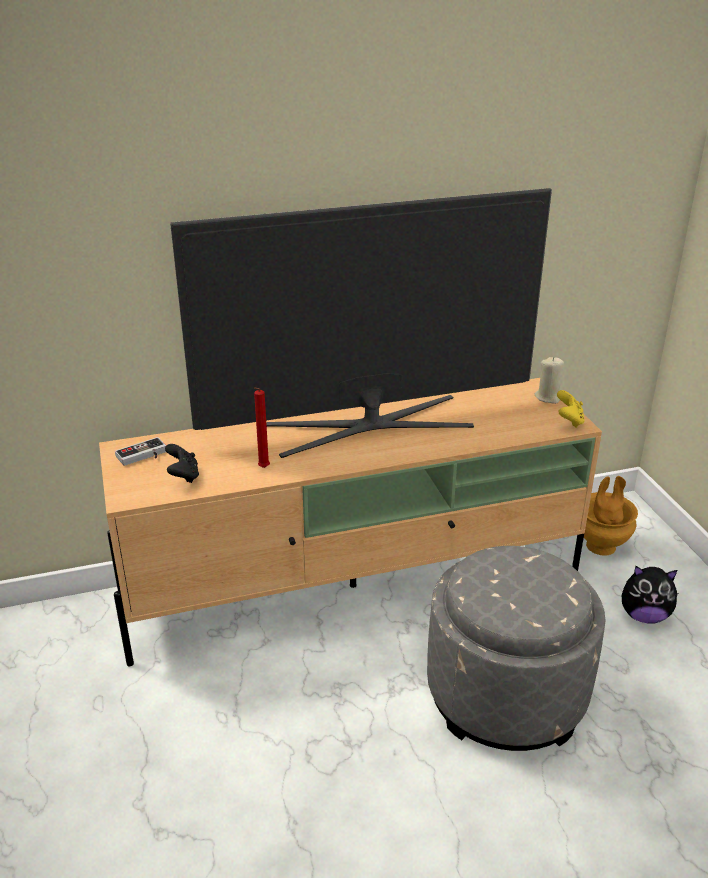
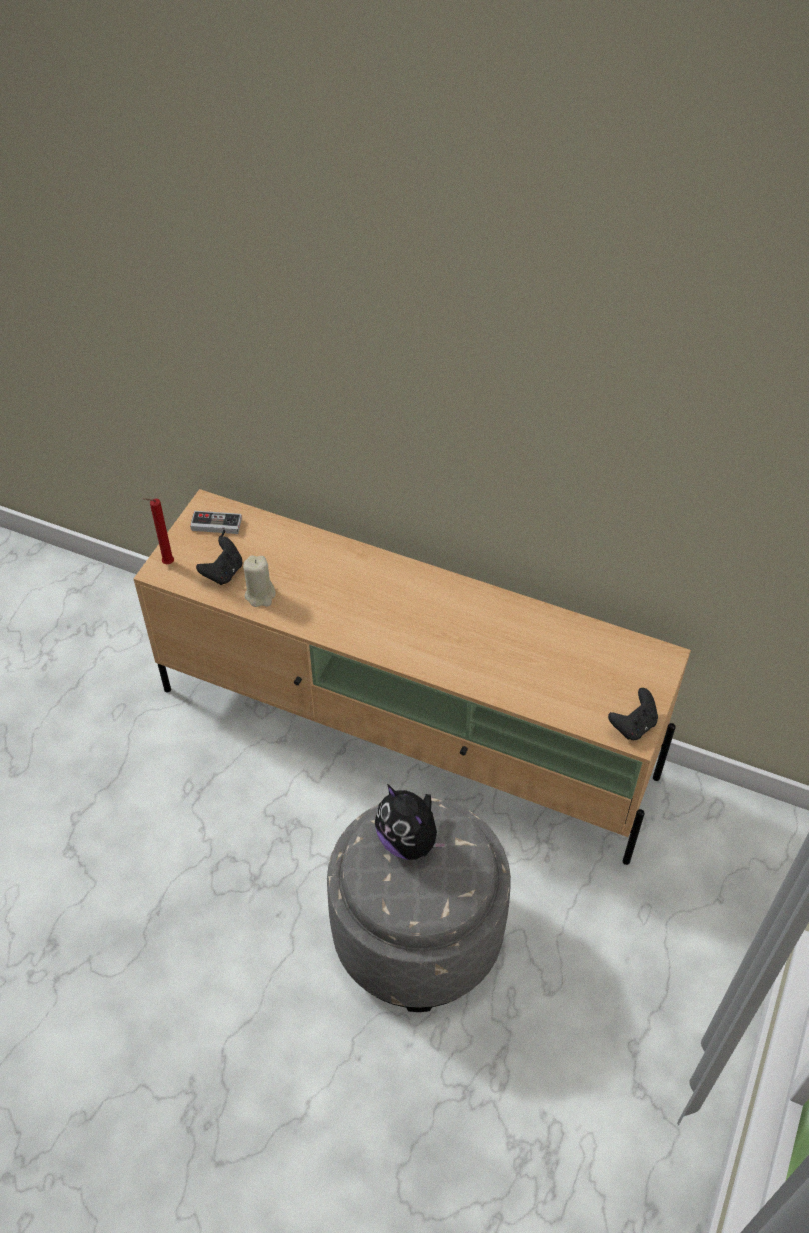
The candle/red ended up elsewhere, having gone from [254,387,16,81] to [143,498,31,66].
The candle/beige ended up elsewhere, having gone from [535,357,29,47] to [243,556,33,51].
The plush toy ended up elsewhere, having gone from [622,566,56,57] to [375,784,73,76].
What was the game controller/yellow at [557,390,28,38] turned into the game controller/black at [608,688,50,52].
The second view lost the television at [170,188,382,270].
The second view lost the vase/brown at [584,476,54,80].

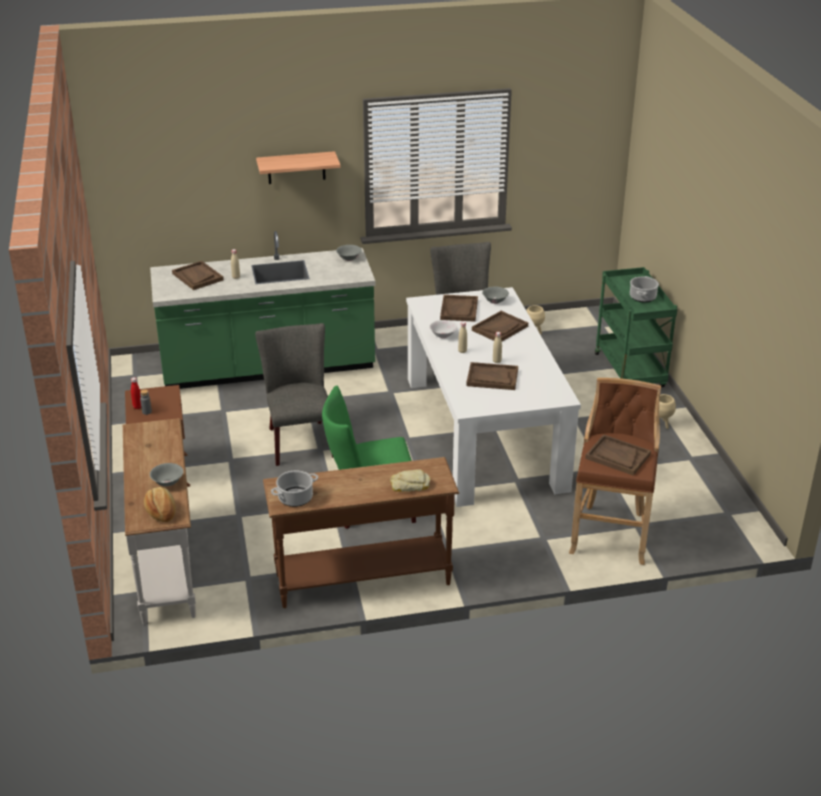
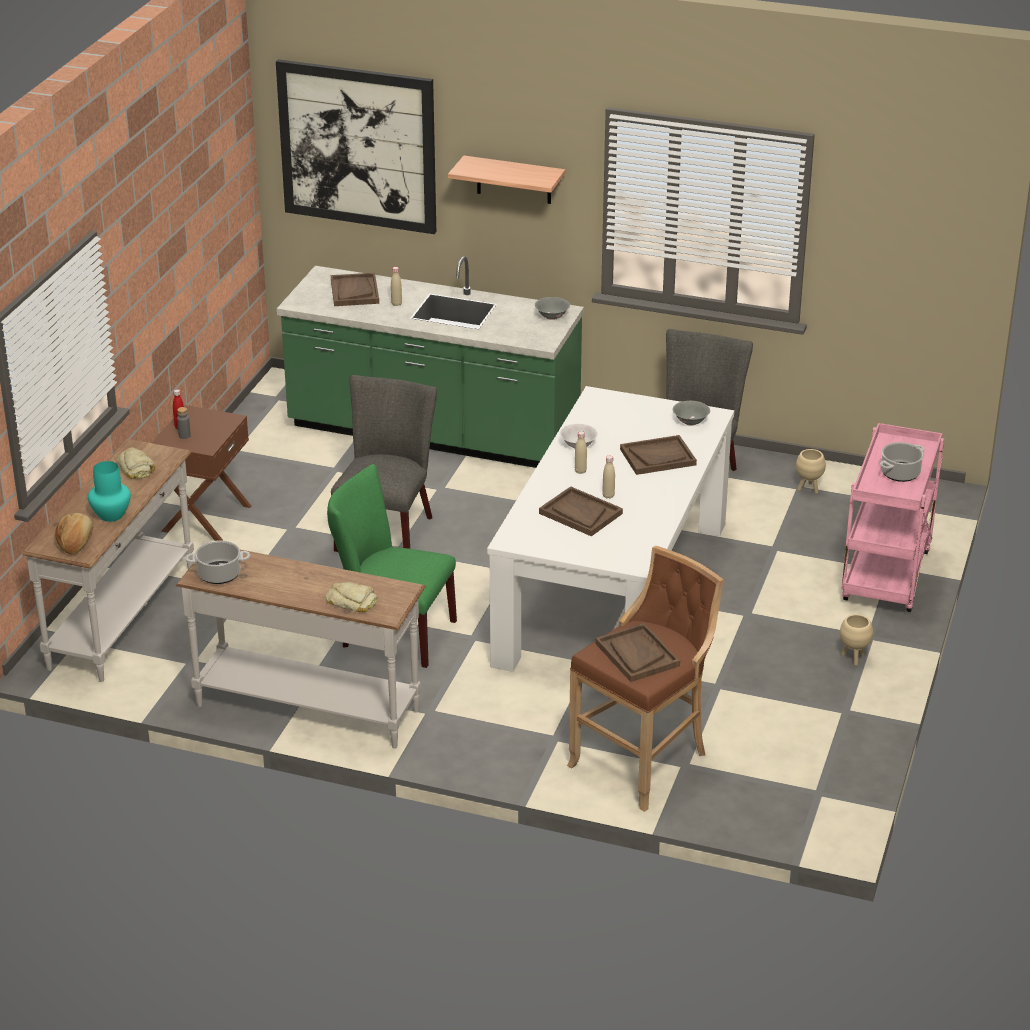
Where the bowl/grey stood at [150,463,34,23], the vase/turquoise came to stand at [88,461,43,61].
The second view gained the bread at [117,447,38,32].
What was the console table/brown at [263,457,196,151] turned into the console table/white at [176,550,250,199].
The second view gained the picture at [276,59,160,175].
What was the cart/green at [595,267,82,120] turned into the cart/pink at [841,423,103,189].
The second view lost the tray/brown at [440,295,38,27].

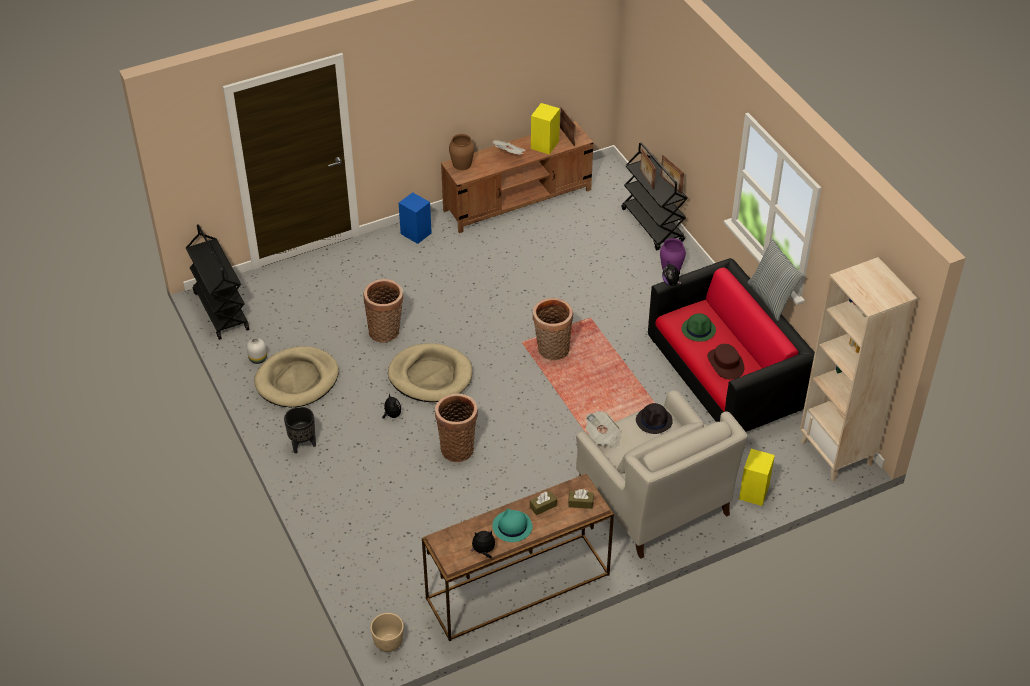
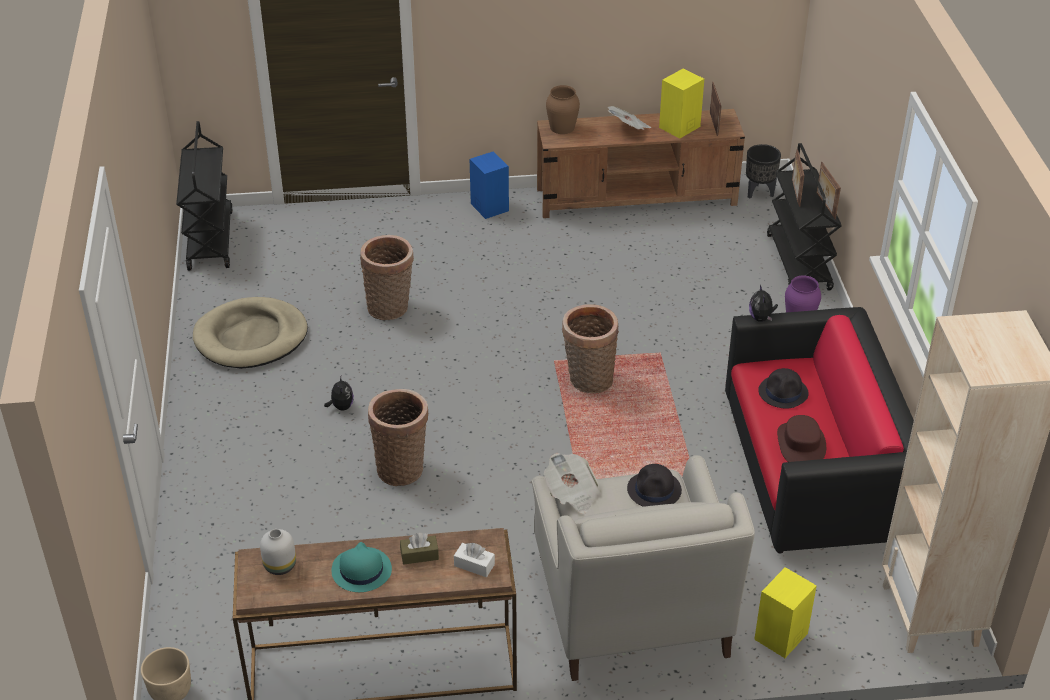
The vase/white ended up elsewhere, having gone from [247,338,20,26] to [260,529,36,46].
What was the tissue box/brown at [568,489,26,20] turned into the tissue box/white at [454,543,41,34].
The planter/black ended up elsewhere, having gone from [284,407,32,47] to [746,144,35,55].
What was the hat/green at [682,313,34,29] turned into the hat/black at [758,368,51,40].
The second view lost the dog bed/beige at [388,343,84,59].
The second view lost the plush toy at [471,531,24,27].
The second view lost the pillow at [747,238,57,83].

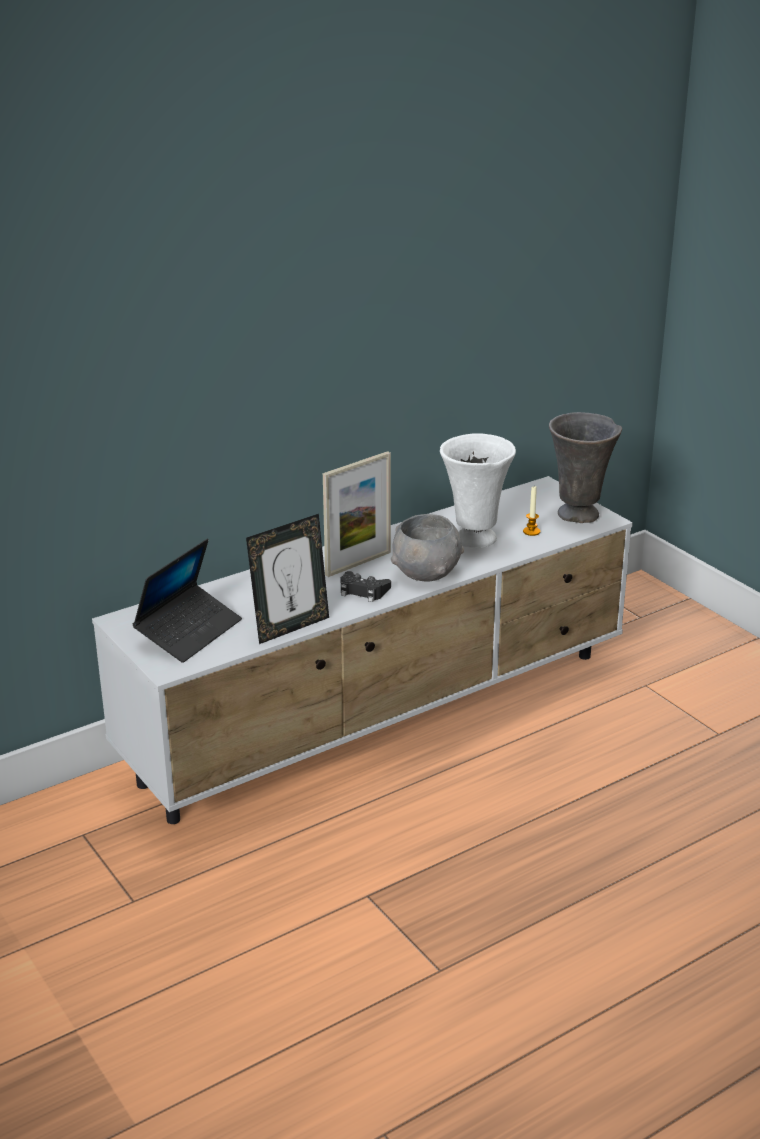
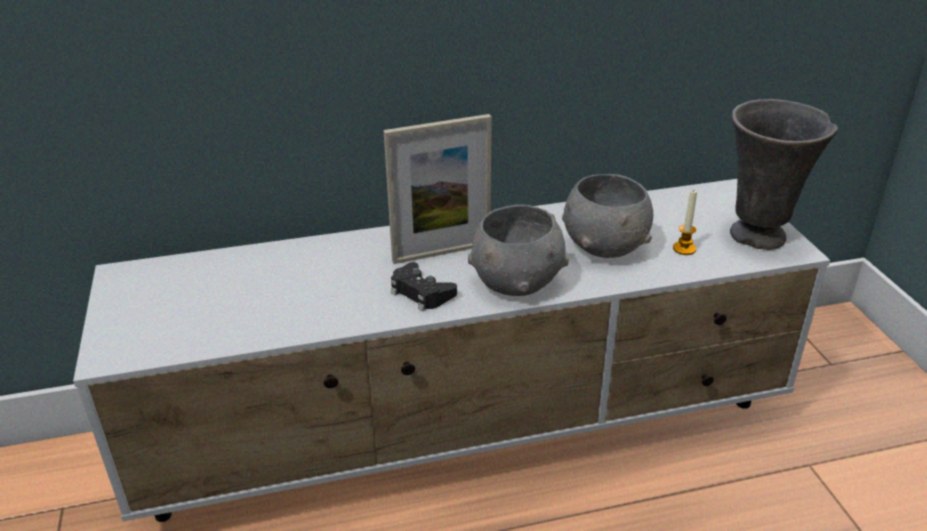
Where the vase/white stood at [440,433,76,115], the bowl/grey came to stand at [562,174,91,84].
The second view lost the laptop at [132,539,110,124].
The second view lost the picture frame at [246,514,83,130].

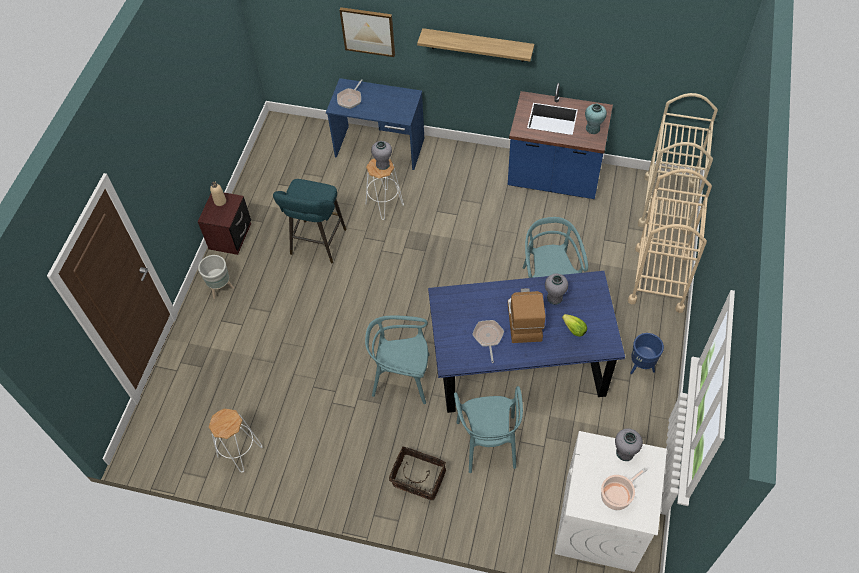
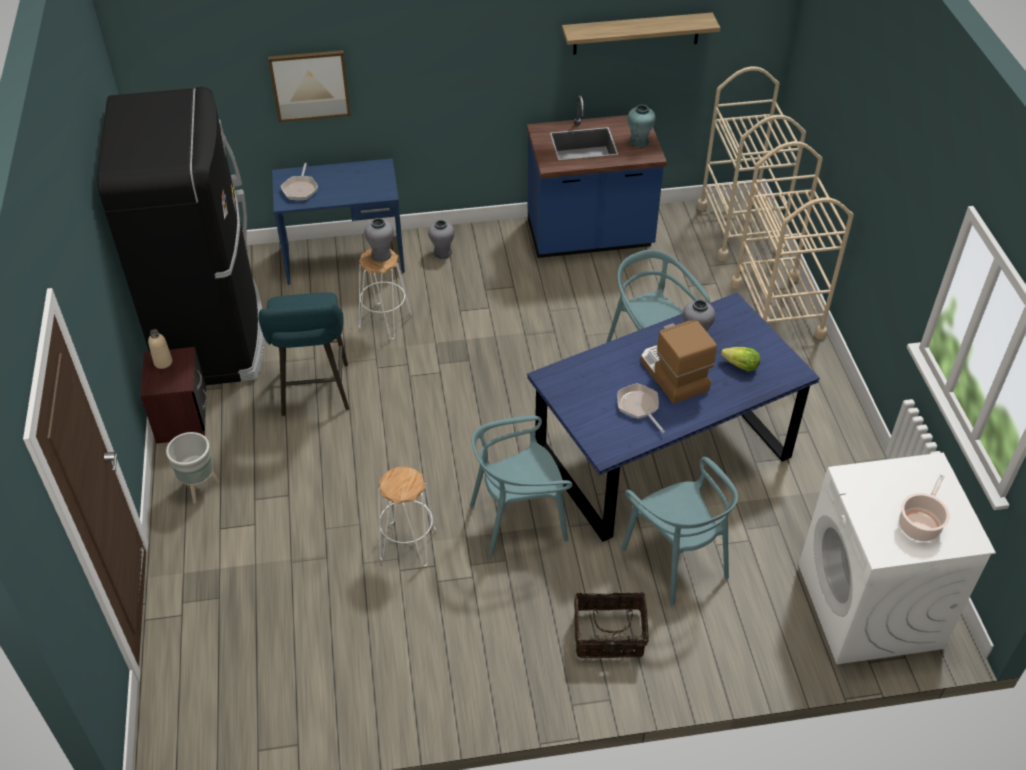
The second view gained the fridge/black at [97,87,168,298].
The stool/white ended up elsewhere, having gone from [209,409,53,63] to [378,466,59,101].
The vase/grey ended up elsewhere, having gone from [615,428,28,33] to [428,220,27,39].
The shelf ended up elsewhere, having gone from [417,28,117,34] to [562,12,158,43].
The second view lost the planter/blue at [630,333,34,41].

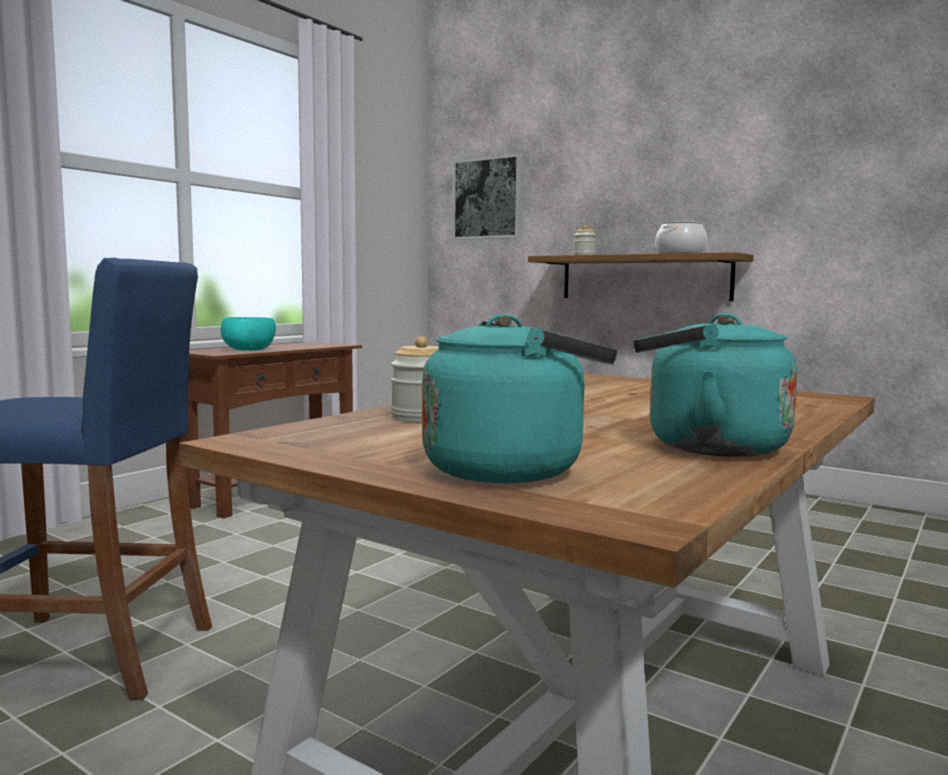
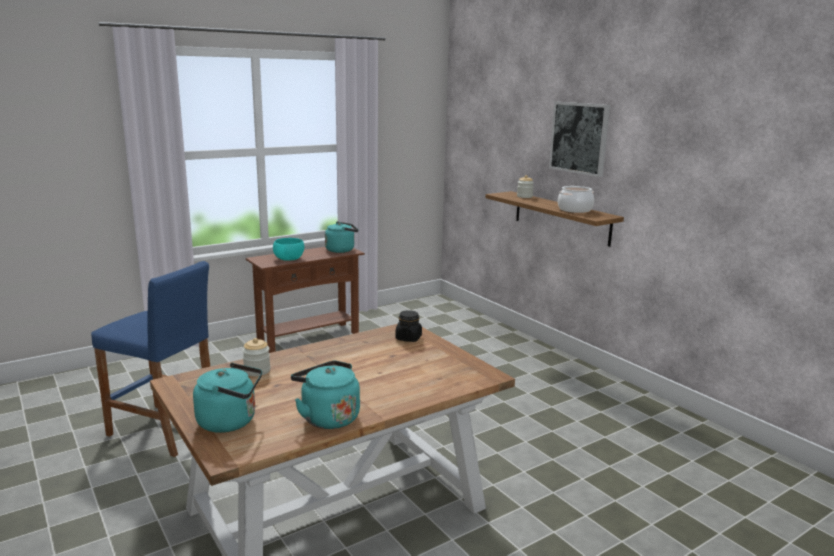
The second view gained the kettle/turquoise at [325,222,33,31].
The second view gained the jar/black at [395,310,27,32].
The picture ended up elsewhere, having gone from [452,153,70,87] to [549,102,61,75].

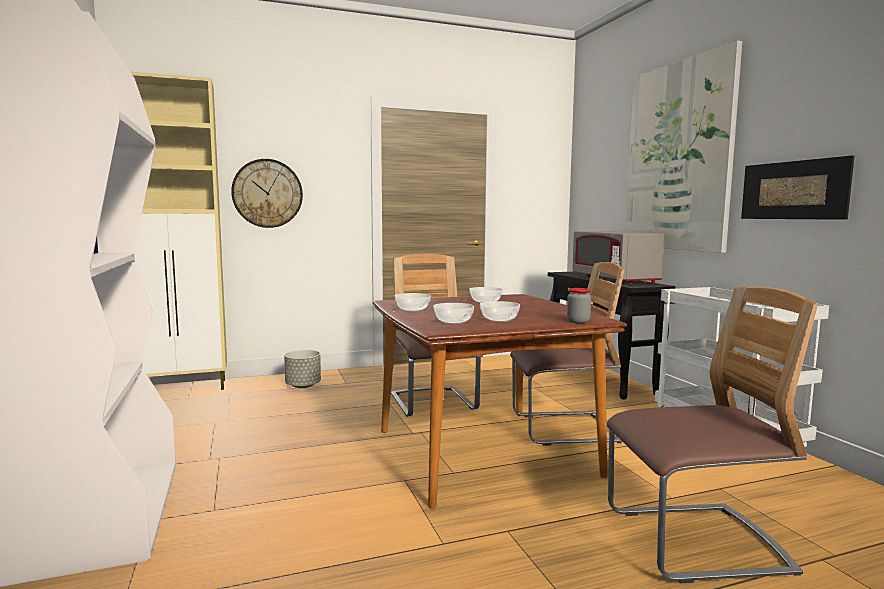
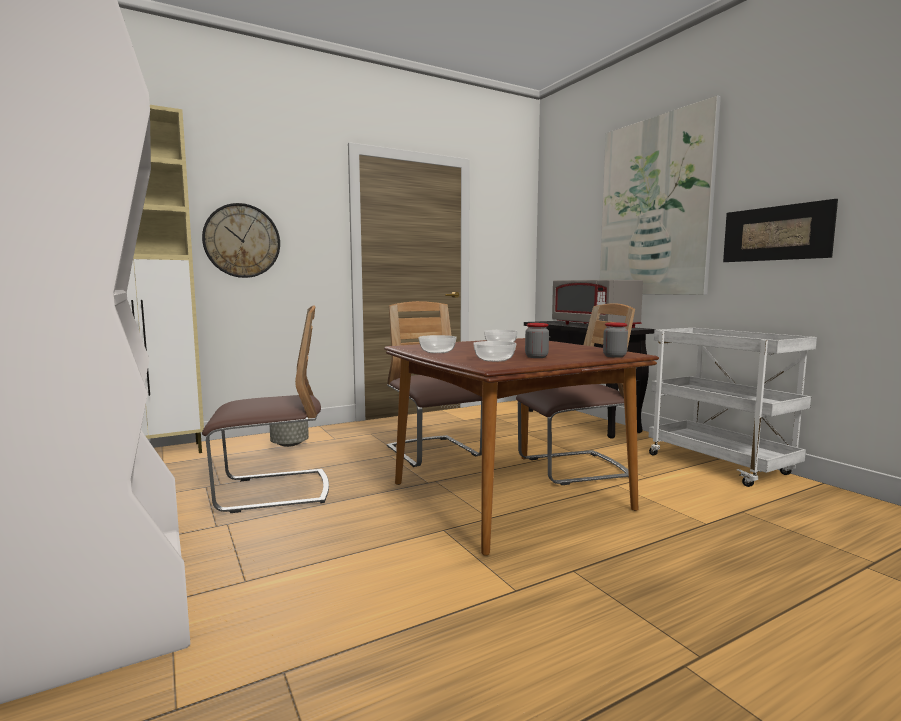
The chair ended up elsewhere, having gone from [607,287,211,296] to [202,306,127,207].
Where the bowl stood at [480,301,40,21], the jar came to stand at [525,323,24,35].

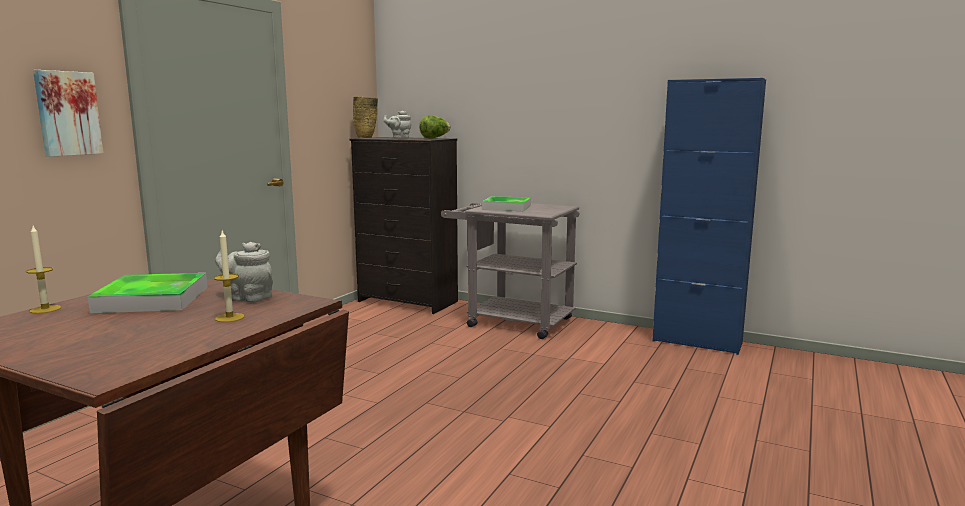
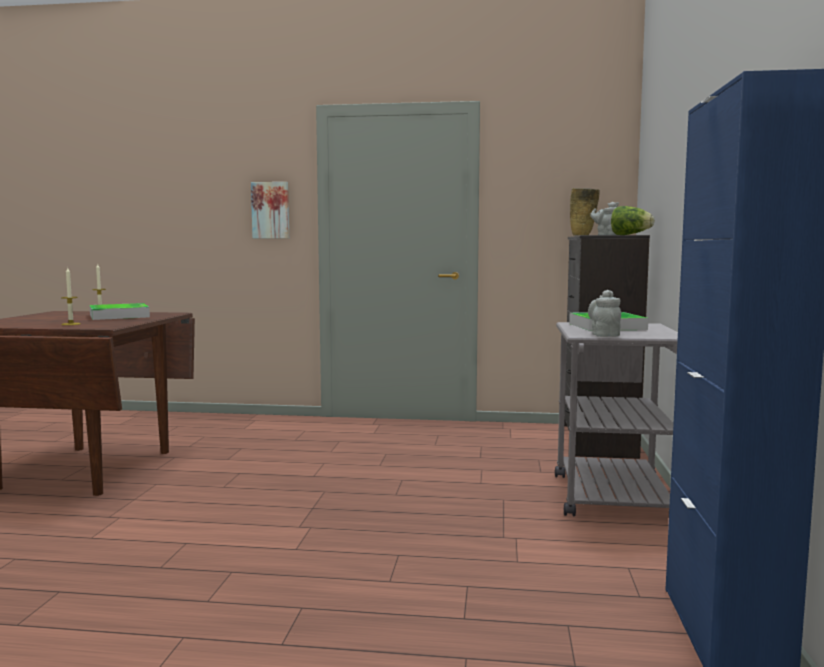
The teapot/grey ended up elsewhere, having gone from [215,242,58,61] to [588,290,33,47].

